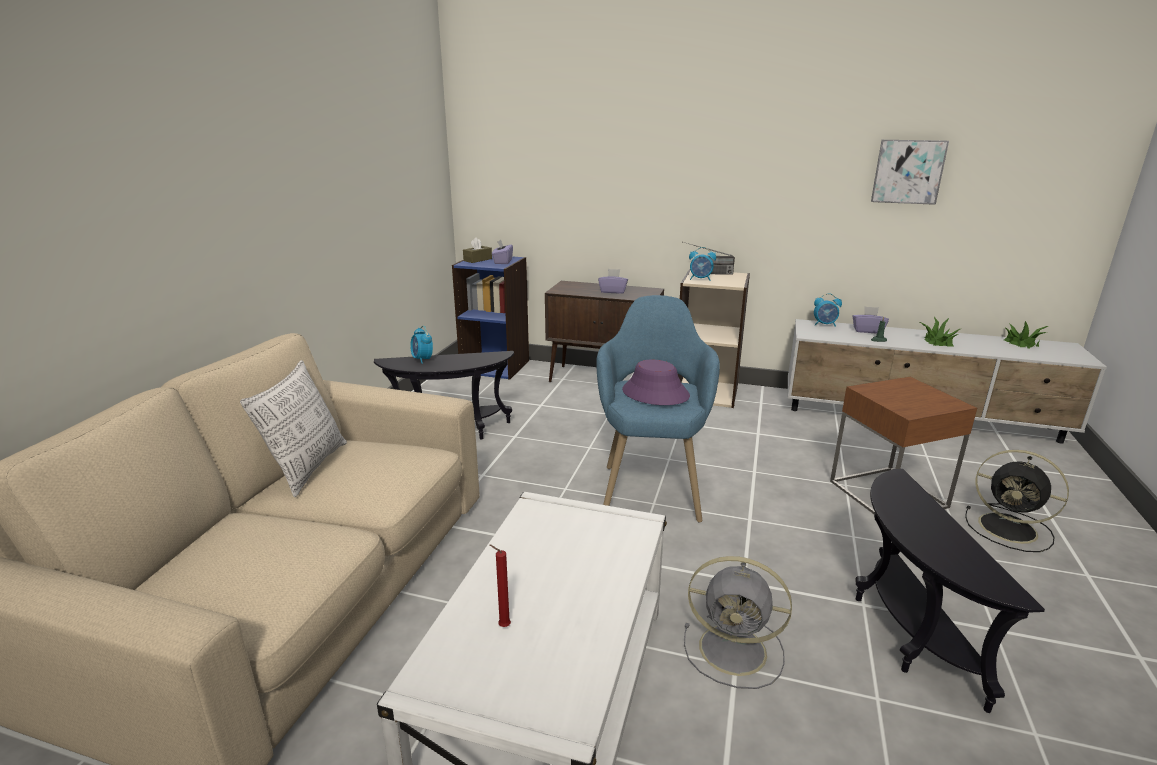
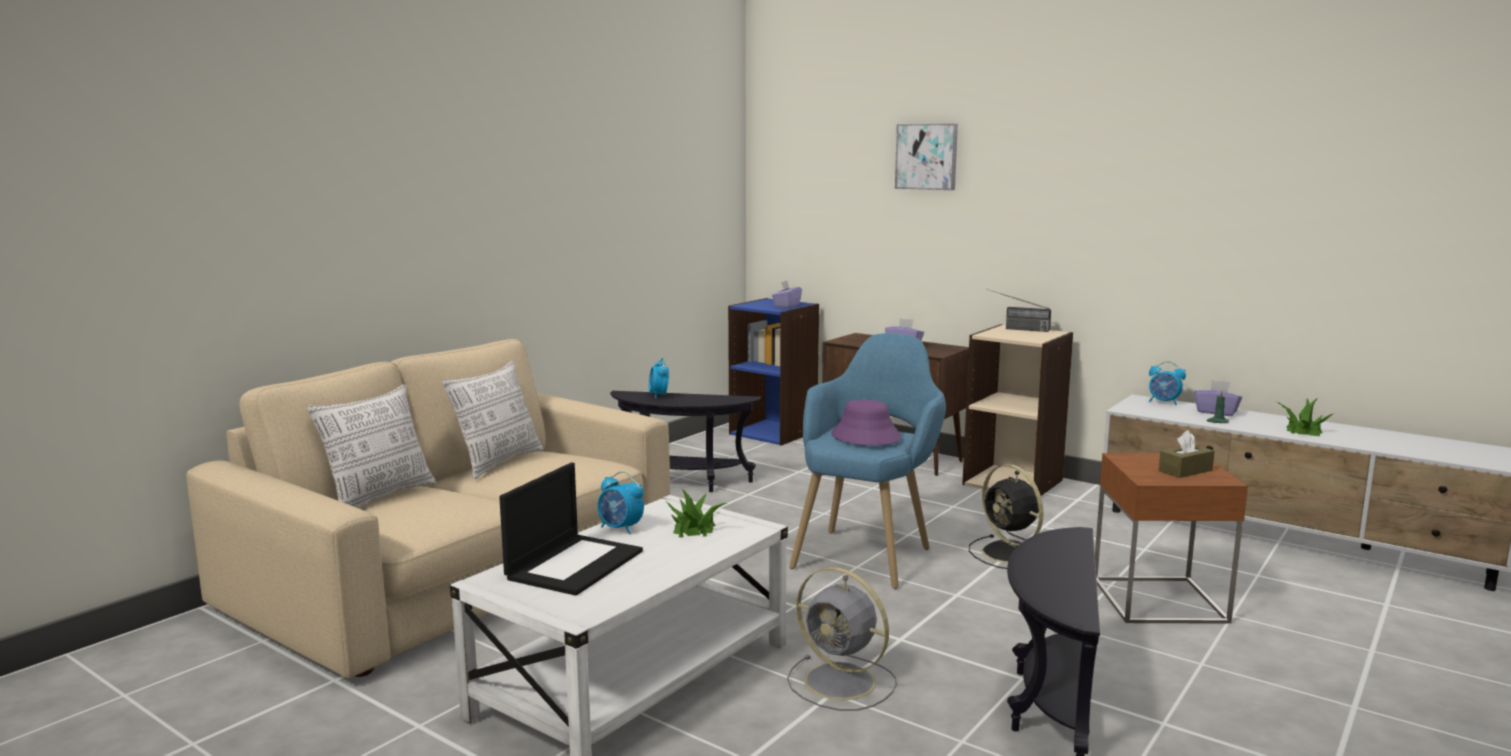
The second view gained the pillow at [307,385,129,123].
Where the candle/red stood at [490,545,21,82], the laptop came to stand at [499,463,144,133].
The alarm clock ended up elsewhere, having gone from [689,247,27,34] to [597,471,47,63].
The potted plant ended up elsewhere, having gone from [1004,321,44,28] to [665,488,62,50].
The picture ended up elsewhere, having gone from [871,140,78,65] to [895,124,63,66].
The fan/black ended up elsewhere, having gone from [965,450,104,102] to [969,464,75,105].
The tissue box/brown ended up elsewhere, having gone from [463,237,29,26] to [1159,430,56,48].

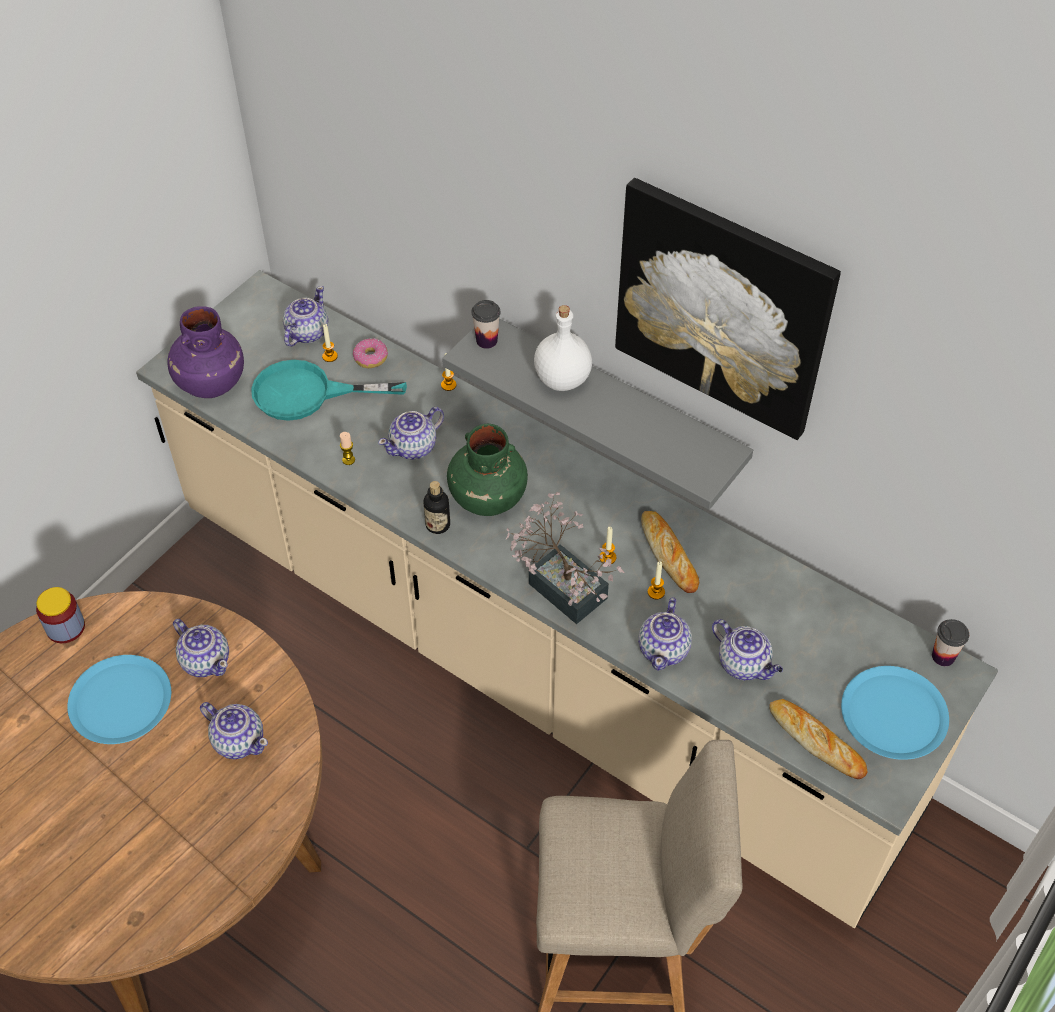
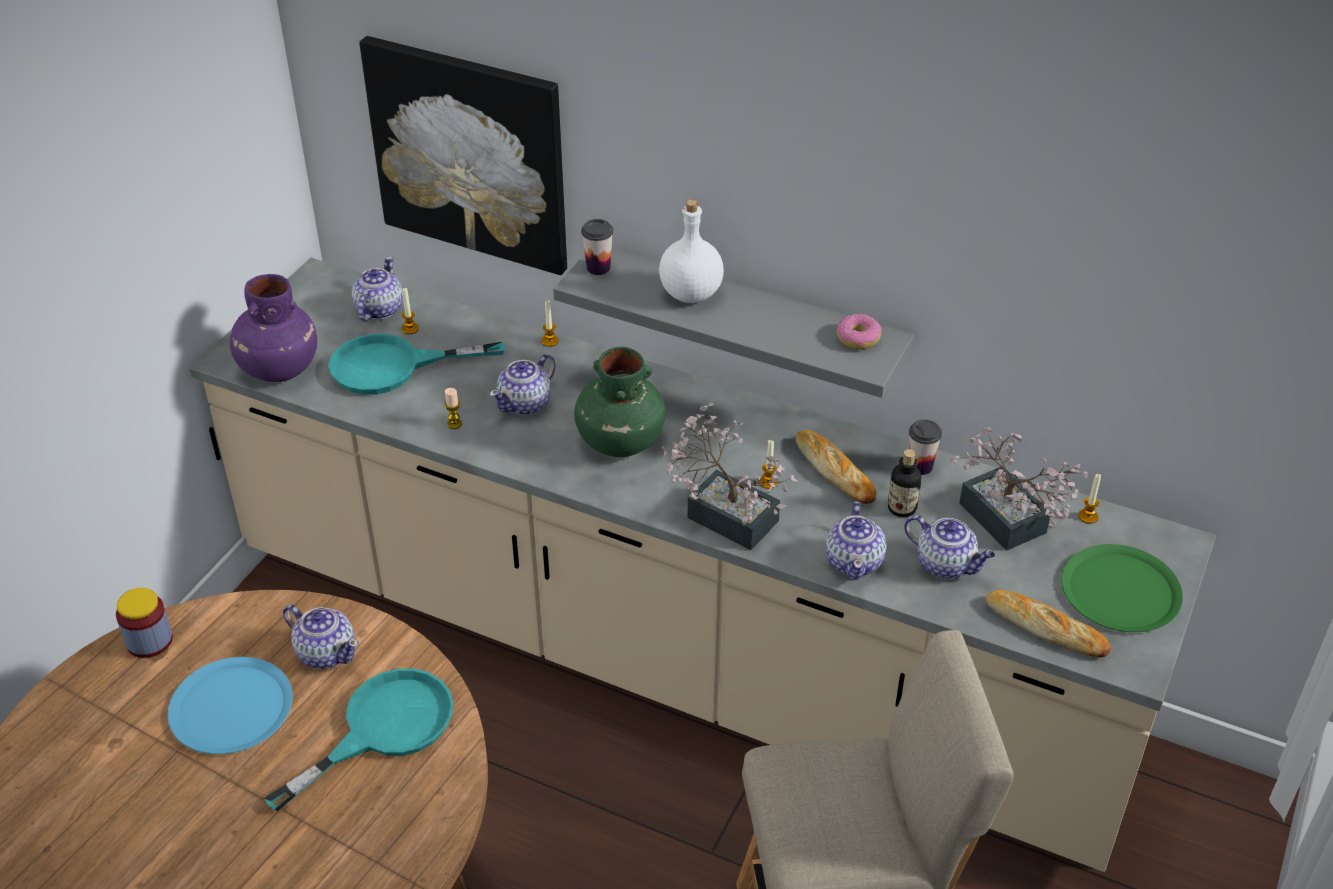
Where the teapot stood at [200,702,68,58], the frying pan/turquoise came to stand at [264,669,190,143].
The picture ended up elsewhere, having gone from [615,178,226,262] to [359,36,208,239].
The donut ended up elsewhere, having gone from [353,338,35,30] to [837,313,45,36].
The bottle ended up elsewhere, having gone from [424,481,26,53] to [888,449,33,68].
The cup ended up elsewhere, having gone from [932,619,37,47] to [909,419,33,56].
The second view gained the potted plant at [950,427,138,124].
What was the plate/blue at [841,666,108,94] turned into the plate/green at [1061,544,122,88].
The candle ended up elsewhere, having gone from [648,562,17,37] to [1078,474,23,50].

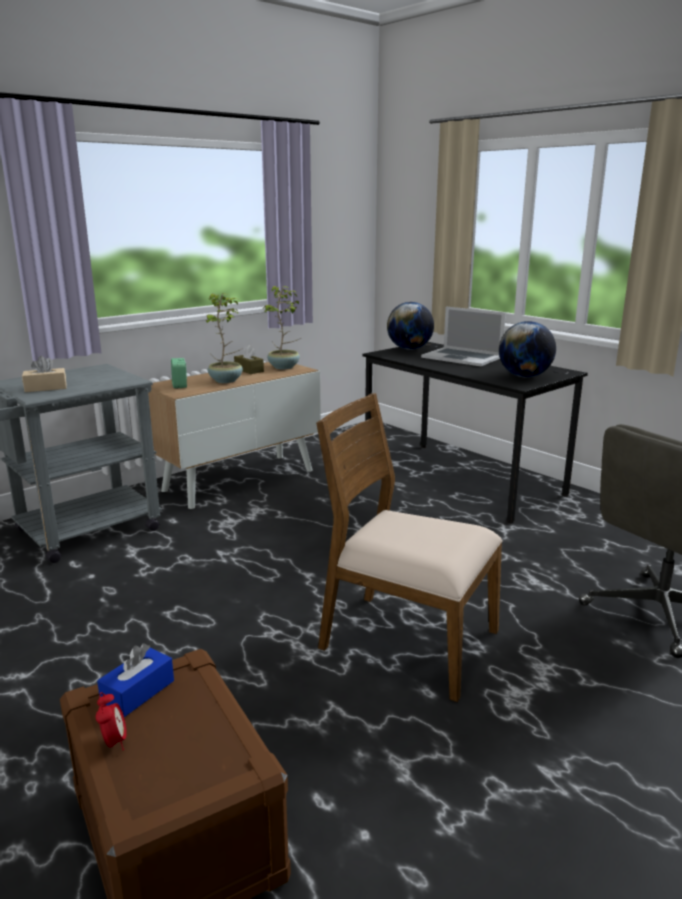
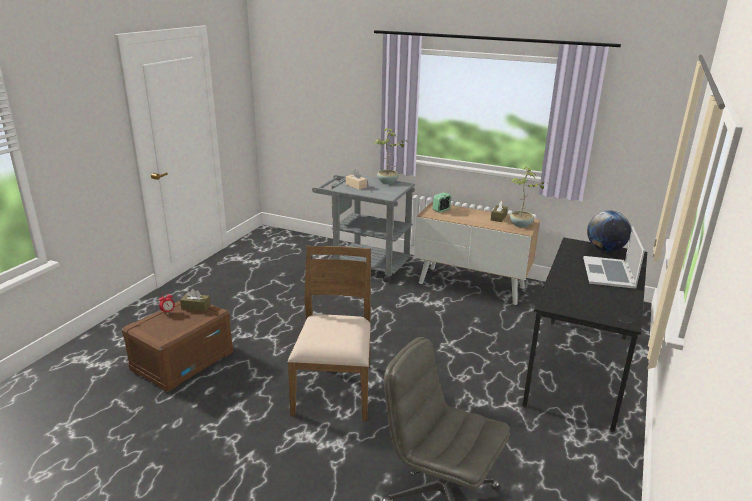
What was the tissue box/blue at [97,643,77,74] turned into the tissue box/brown at [180,289,31,23].
The potted plant ended up elsewhere, having gone from [203,293,40,90] to [374,128,30,56].
The second view lost the globe at [499,321,57,57].

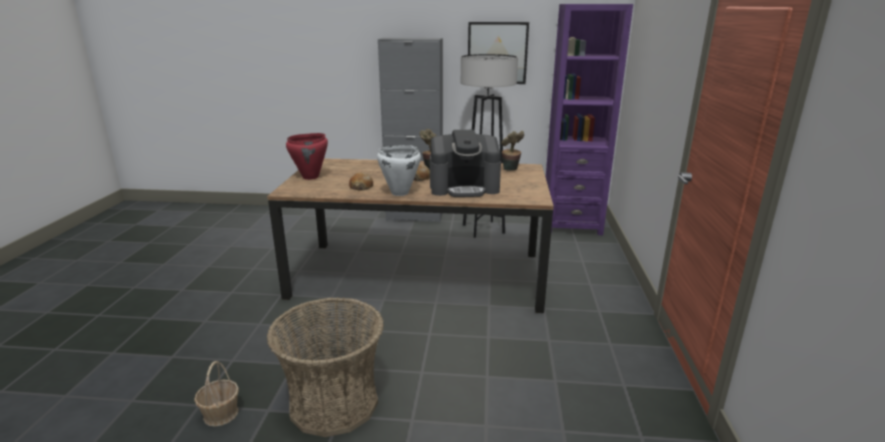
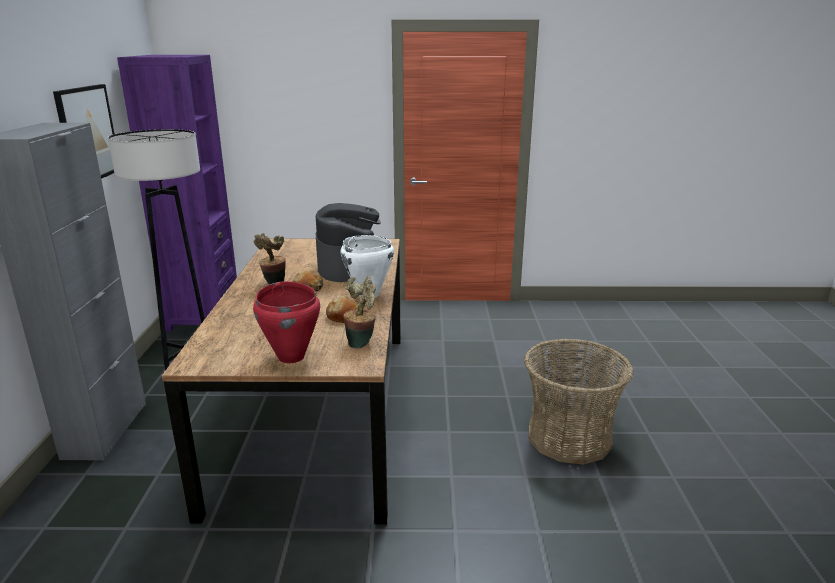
The potted plant ended up elsewhere, having gone from [501,131,23,40] to [343,276,33,72].
The second view lost the basket at [194,361,45,66].

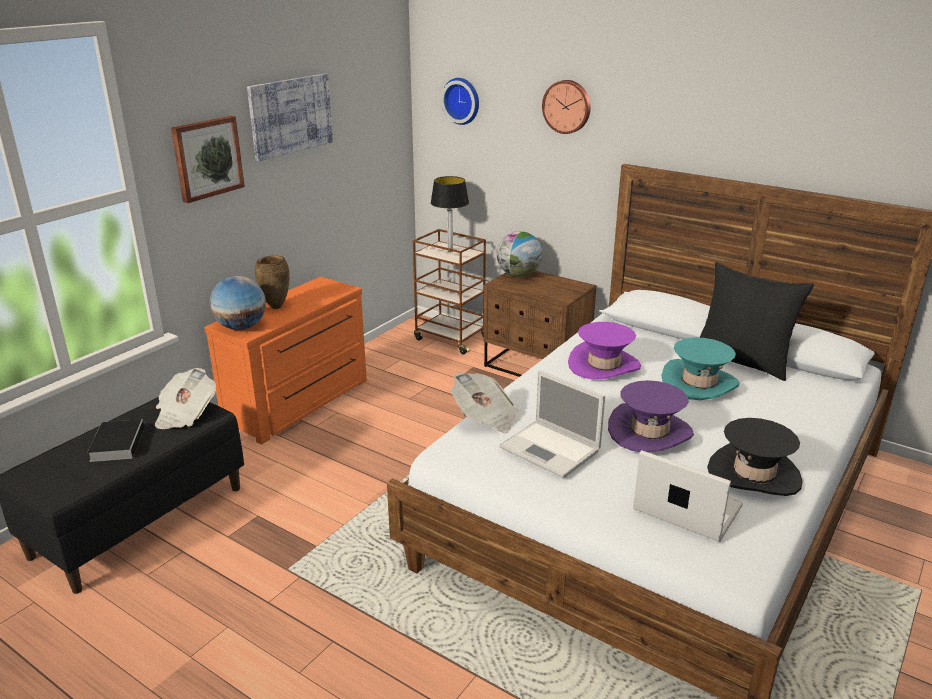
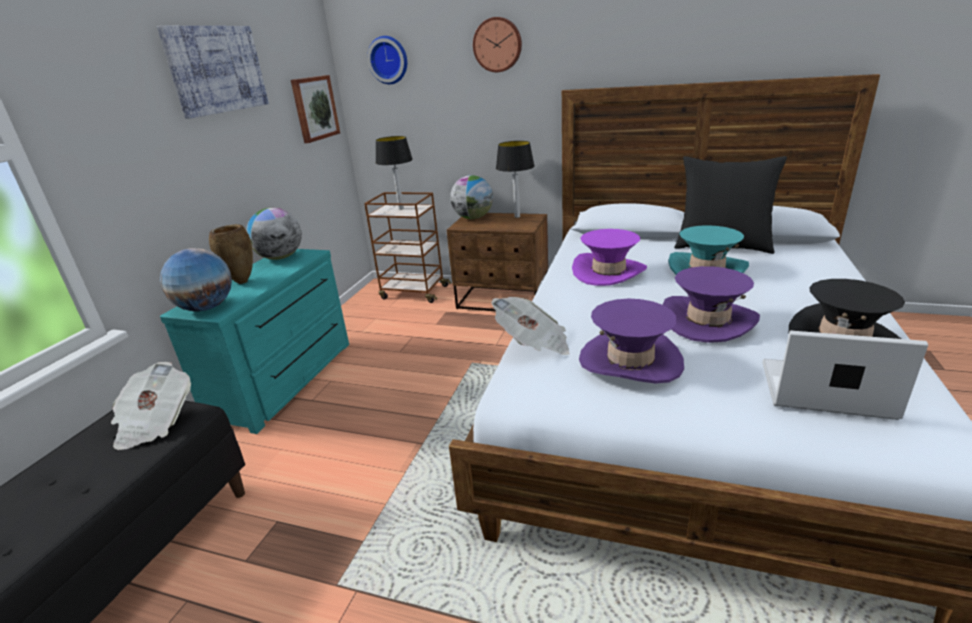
What was the dresser/orange at [204,276,163,168] turned into the dresser/turquoise at [160,249,189,185].
The second view gained the globe at [246,208,56,52].
The picture ended up elsewhere, having gone from [171,116,74,87] to [291,75,49,68].
The second view gained the table lamp at [496,141,39,77].
Where the laptop stood at [499,370,106,108], the hat/purple came to stand at [579,299,105,85].
The second view lost the book at [87,419,58,43].

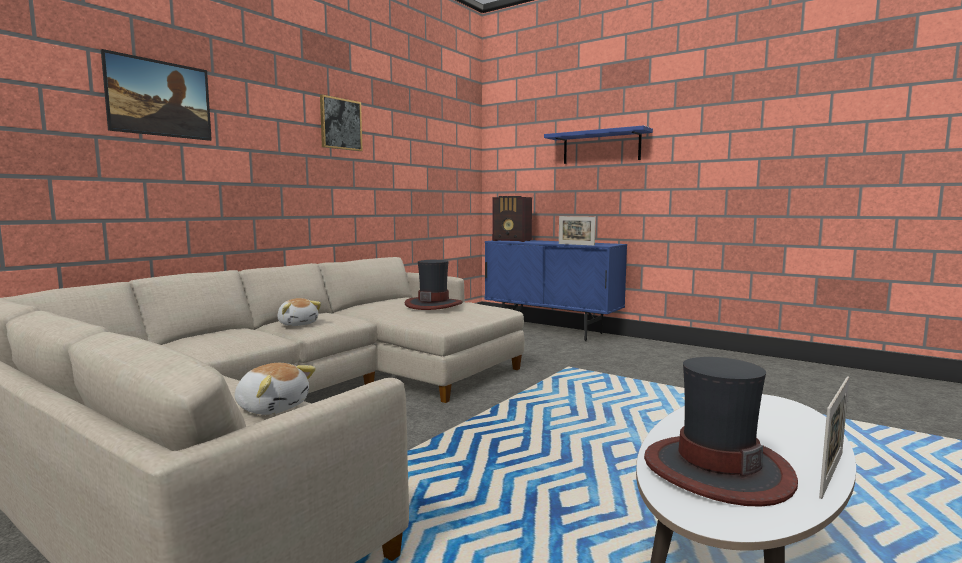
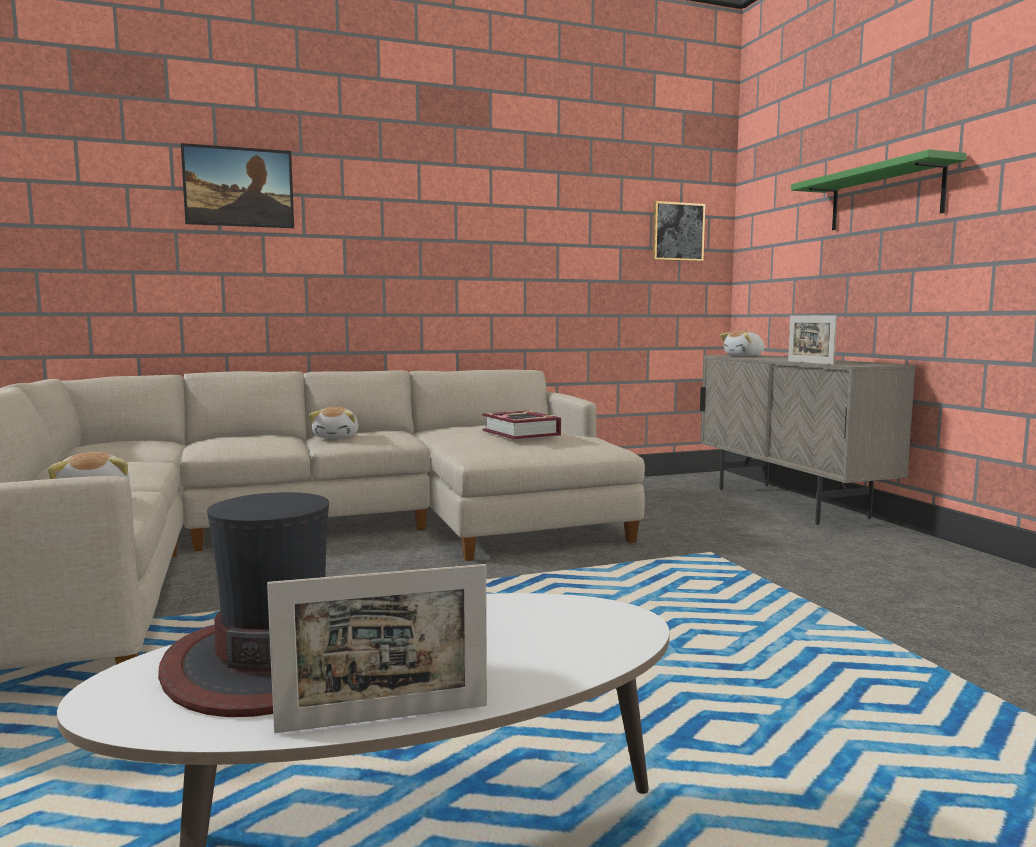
Where the hat stood at [405,260,58,50], the book came to stand at [482,411,79,29].
The picture ended up elsewhere, having gone from [320,94,43,57] to [653,201,52,60].
What was the cabinet/blue at [485,240,142,101] turned into the cabinet/beige at [700,355,216,170].
Where the radio stood at [492,196,40,46], the plush toy came to stand at [720,330,45,26].
What was the shelf/blue at [544,125,109,39] turned into the shelf/green at [791,149,176,81].

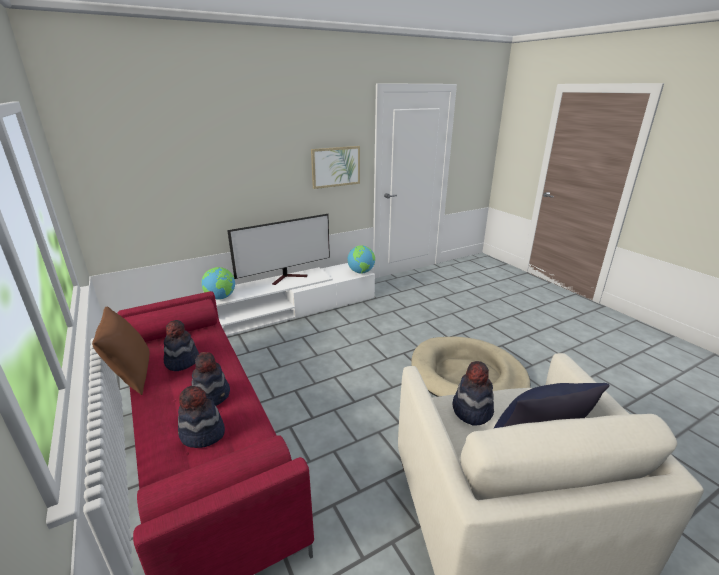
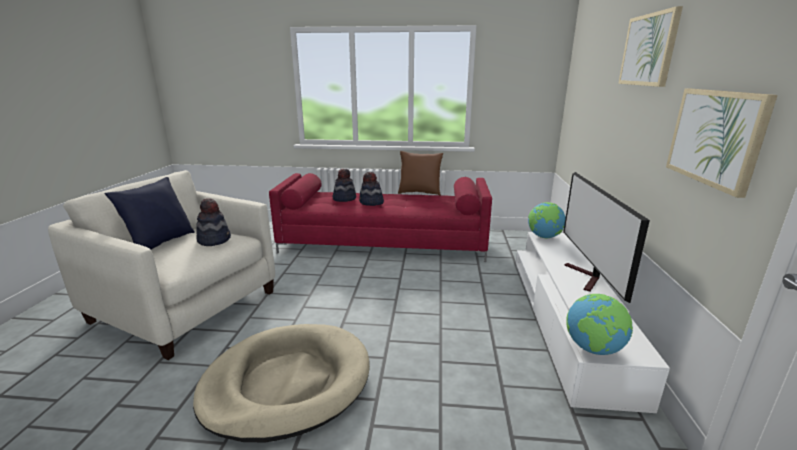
The second view gained the picture at [618,6,65,81].
The second view lost the hat at [164,320,35,51].

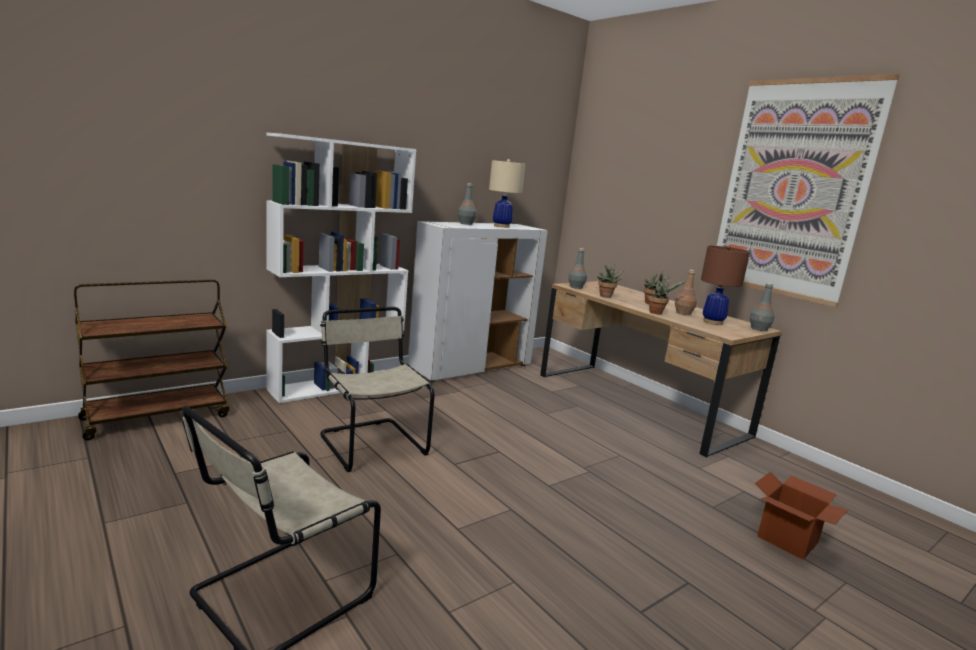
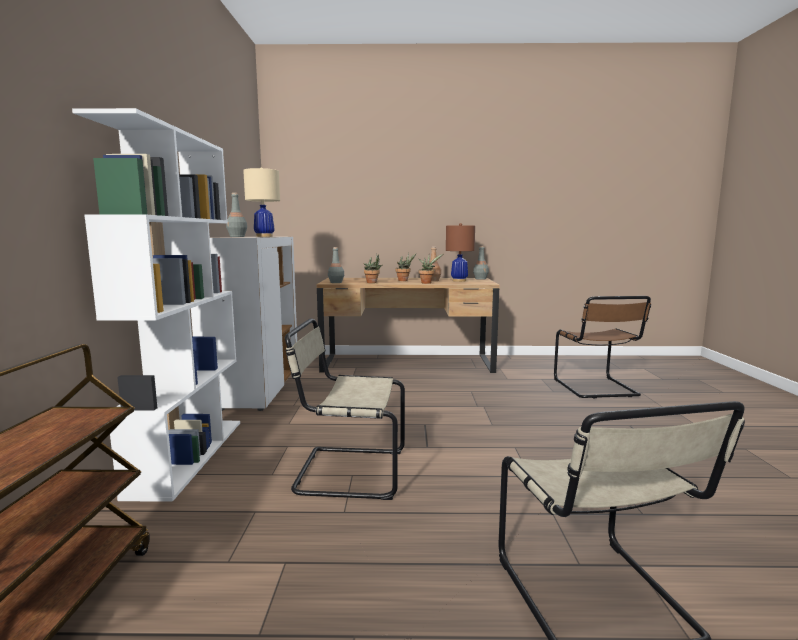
Where the cardboard box stood at [755,472,93,87], the chair/brown came to stand at [554,296,97,102].
The second view lost the picture at [717,74,183,233].

